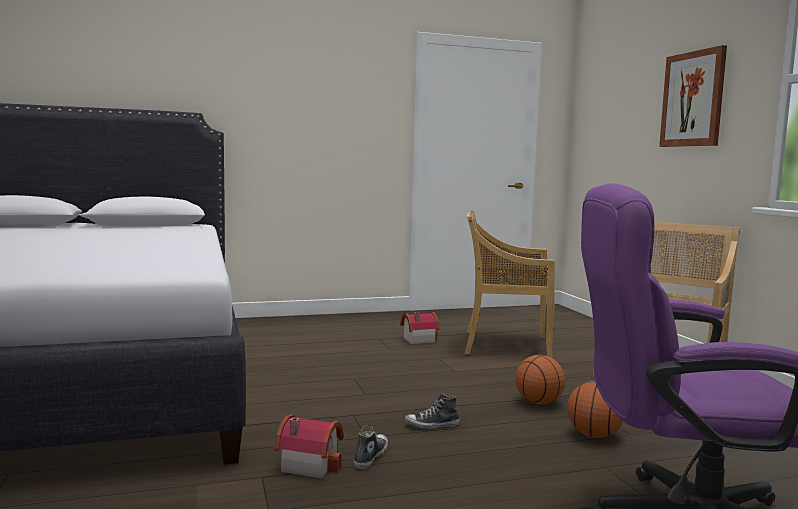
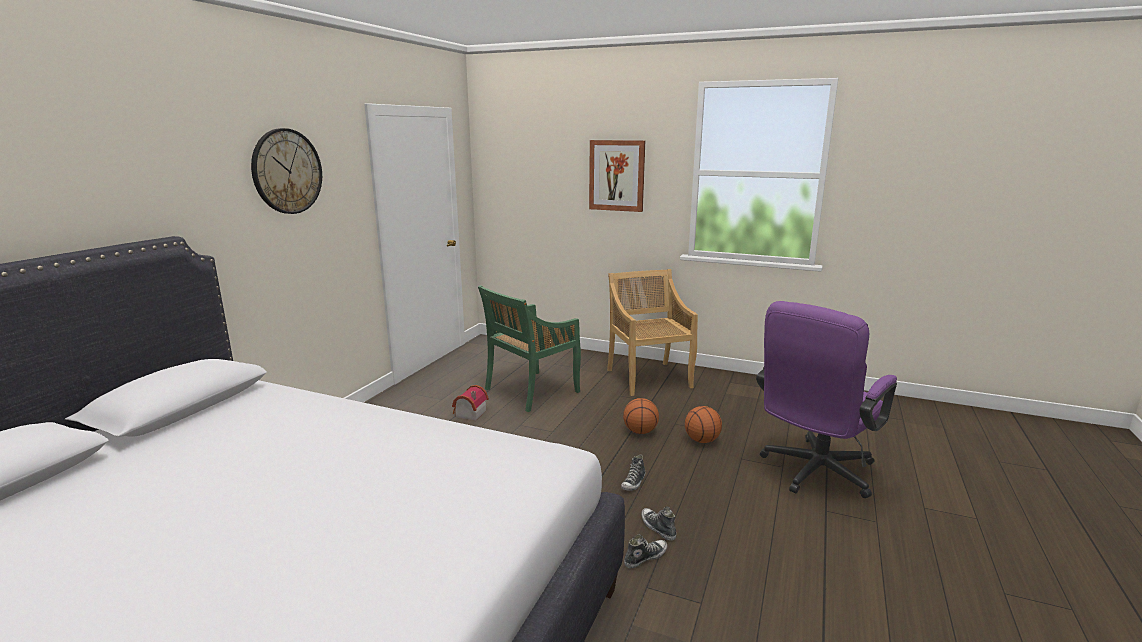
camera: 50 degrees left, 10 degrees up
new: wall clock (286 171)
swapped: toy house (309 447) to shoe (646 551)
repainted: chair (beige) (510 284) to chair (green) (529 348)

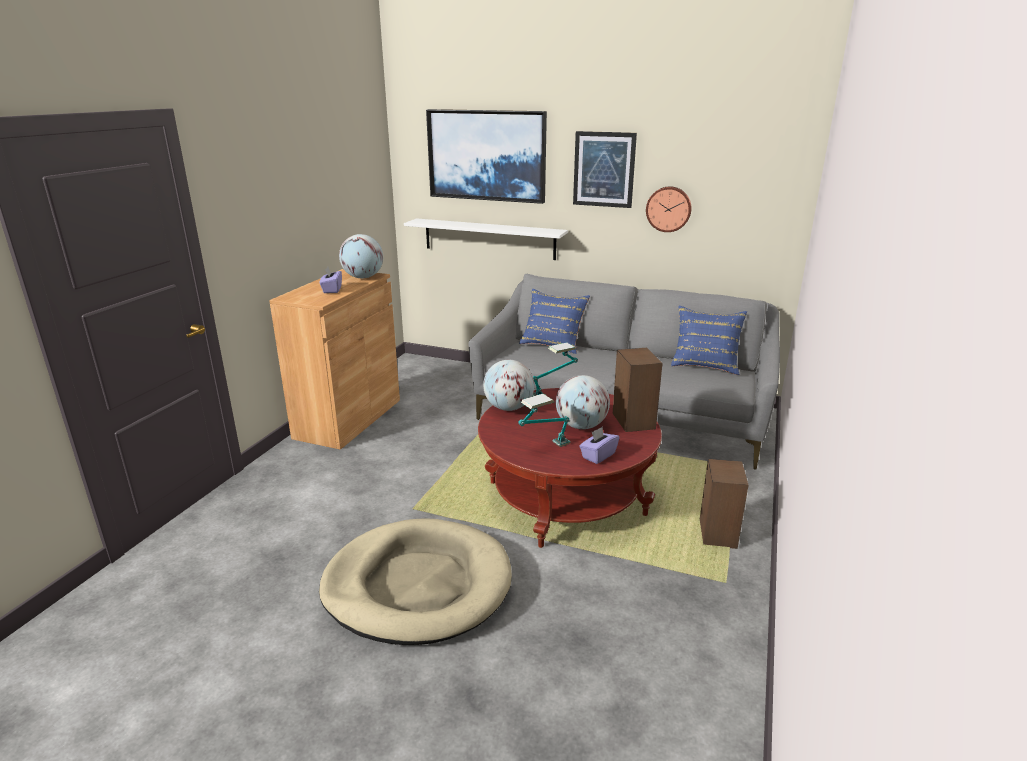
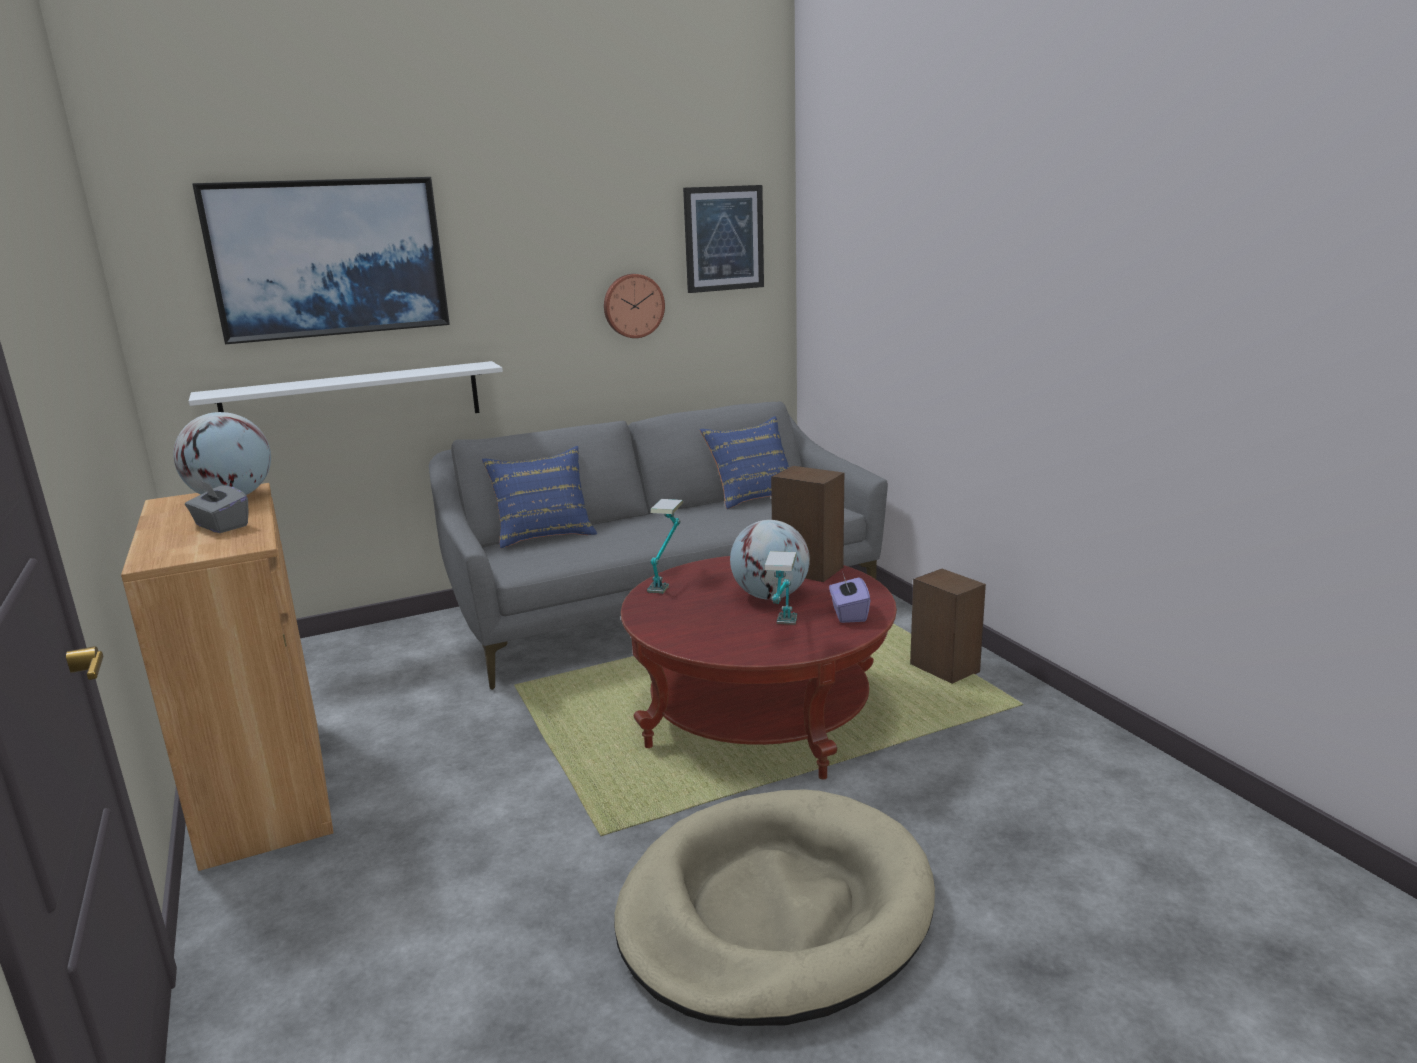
camera: 45 degrees left, 5 degrees down
gone: globe (508 385)
shifted: picture (605 169) to (723 239)
repainted: tissue box (purple) (331 280) to tissue box (grey) (217 507)

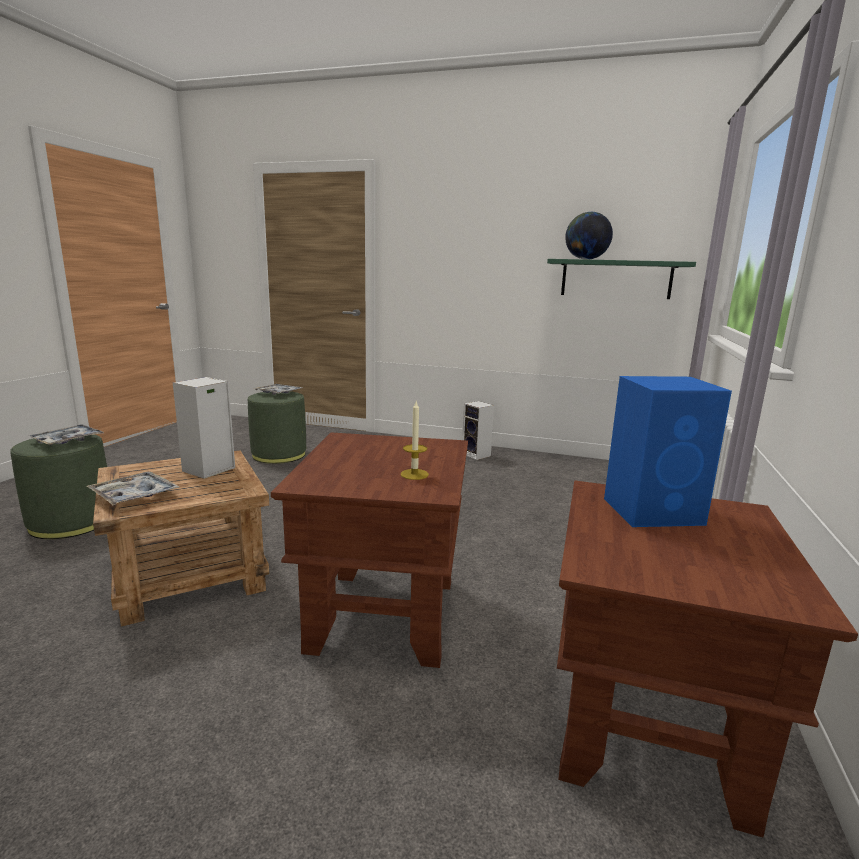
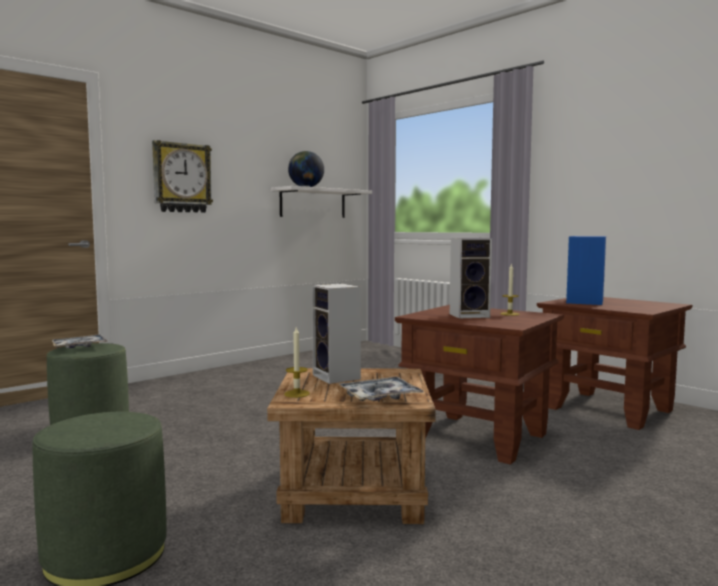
camera: 60 degrees left, 10 degrees down
gone: tray (66 434)
new: wall clock (182 176); candle (297 363)
shifted: speaker (478 430) to (471 278)
repainted: shelf (green) (621 279) to shelf (white) (321 202)

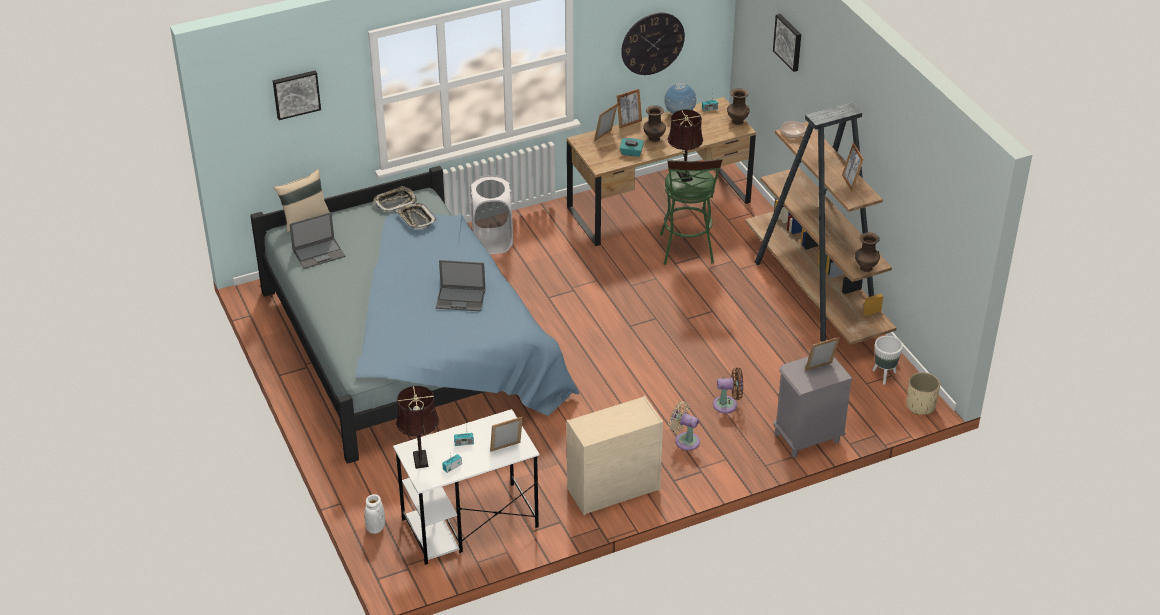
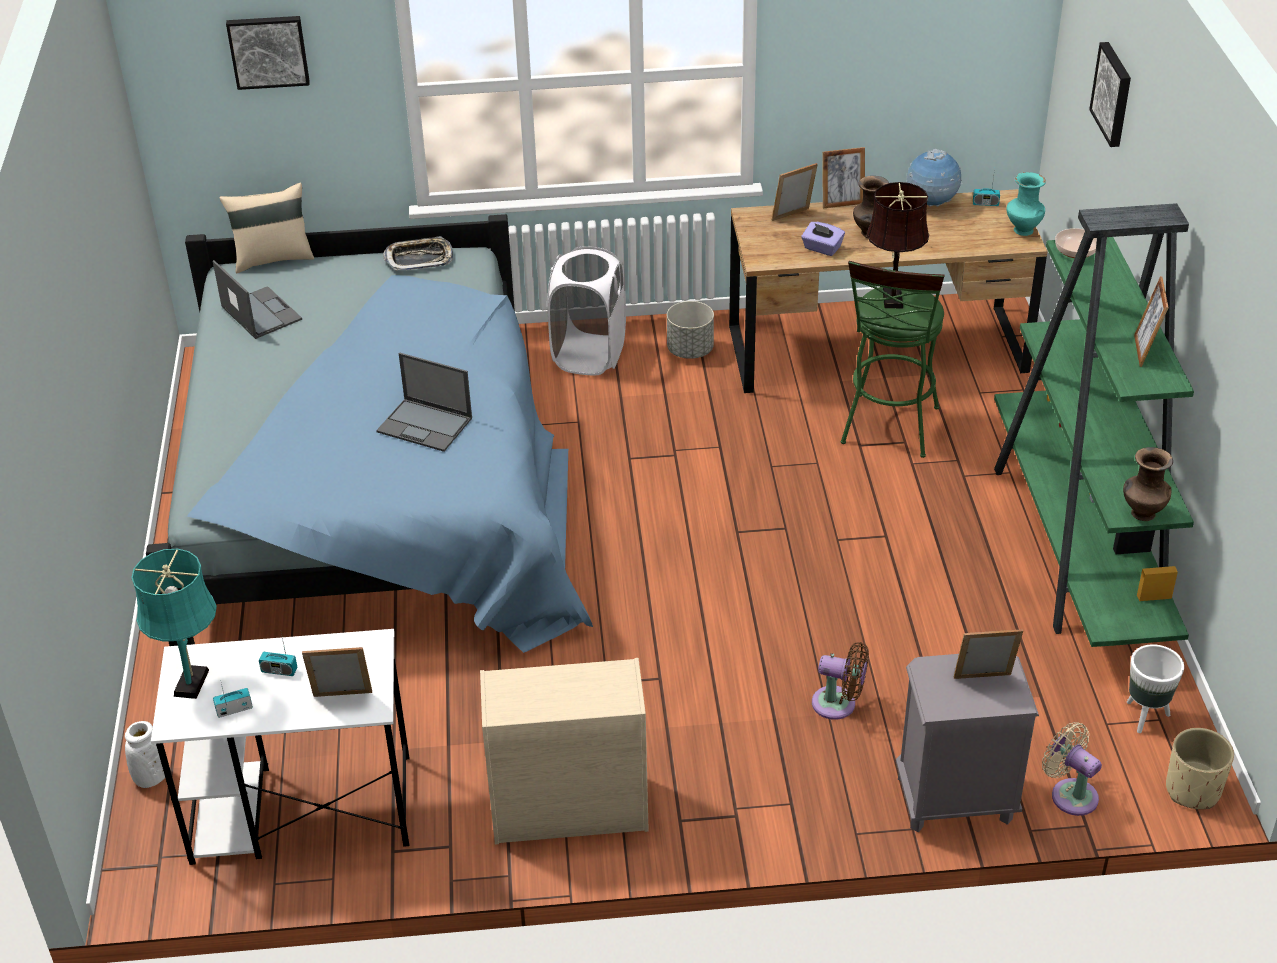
camera: 20 degrees right, 0 degrees up
gone: tray (417 216); wall clock (653 44)
new: planter (grey) (690 330)
shifted: fan (beige) (684 426) to (1072 769)
repainted: table lamp (brown) (417 427) to table lamp (turquoise) (174 624); tissue box (turquoise) (632 147) to tissue box (purple) (823 239); bookcase (brown) (821 224) to bookcase (green) (1094 425); vase (brown) (738 106) to vase (turquoise) (1026 204)
rotated: laptop (317 240) = (257 299) 120 degrees counterclockwise

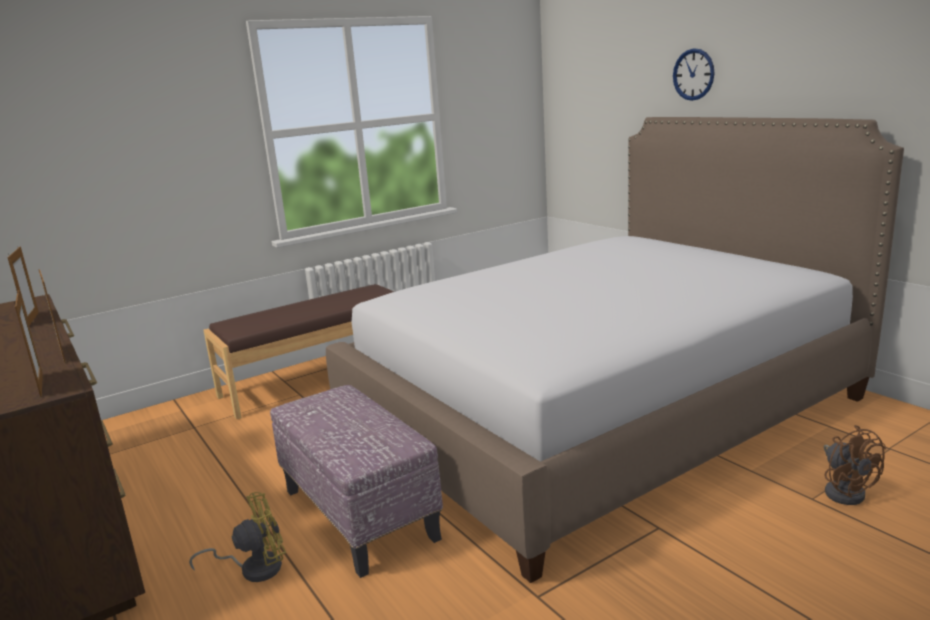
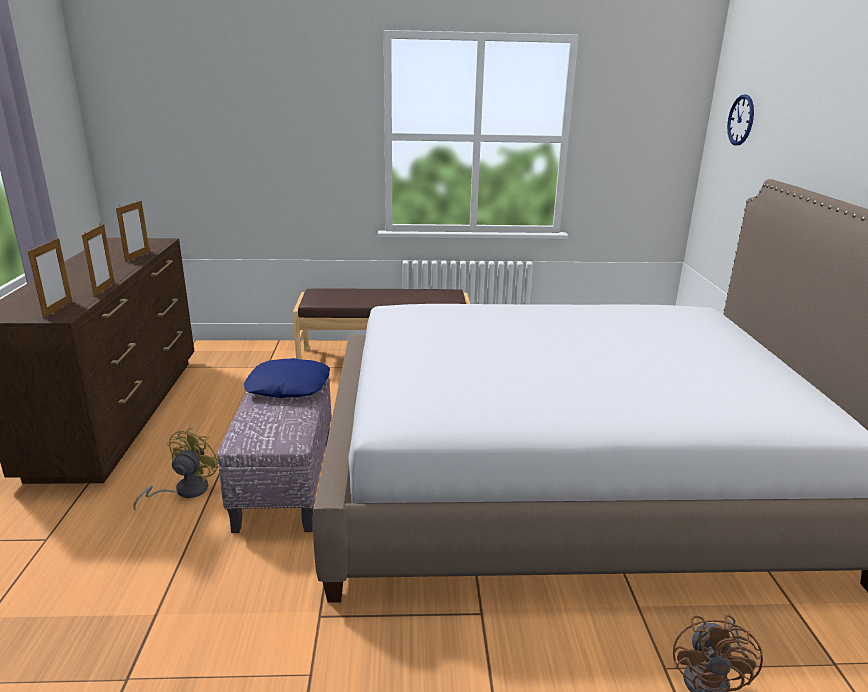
camera: 30 degrees right, 5 degrees up
new: pillow (blue) (287 378)
shifted: wall clock (694 74) to (740 120)
rotated: fan (yellow) (237 537) = (176 468) 75 degrees counterclockwise

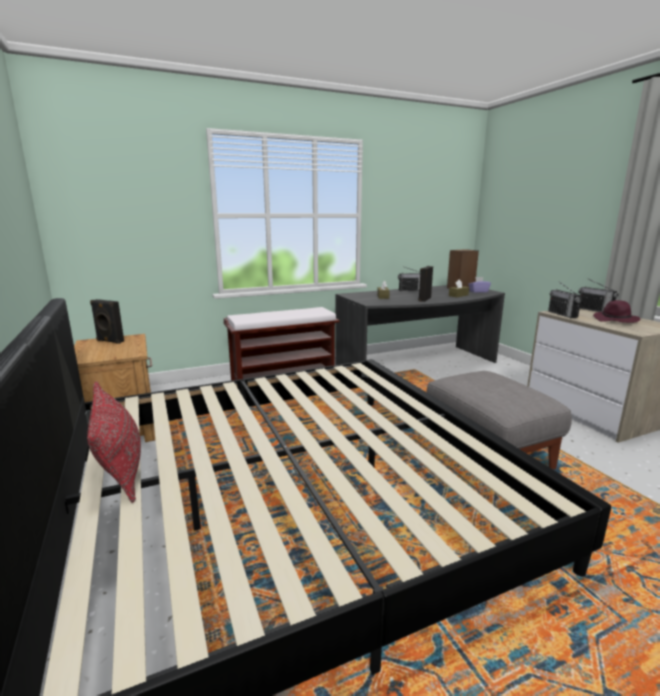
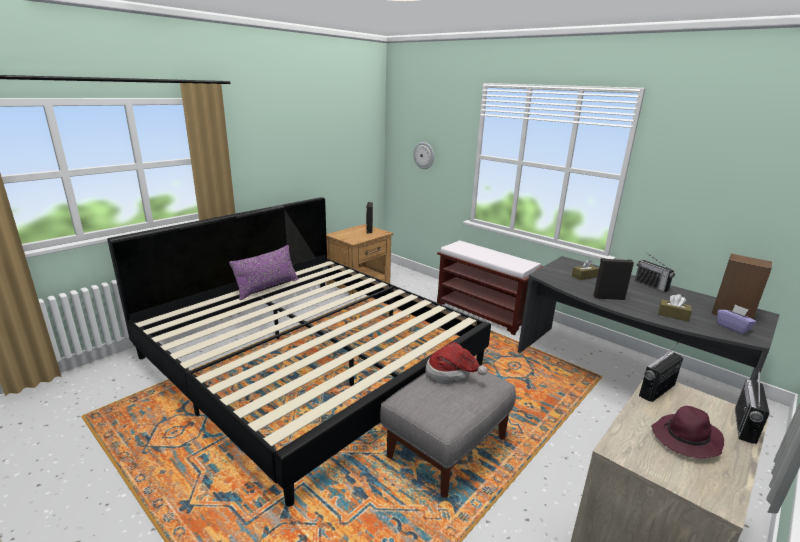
camera: 65 degrees right, 5 degrees up
new: wall clock (423 155); hat (456 363)
repainted: pillow (red) (114 442) to pillow (purple) (263 272)

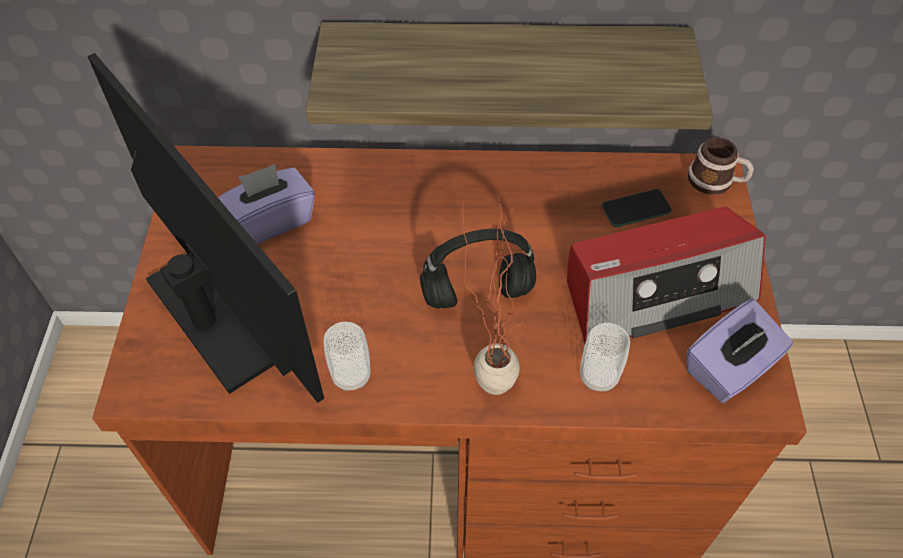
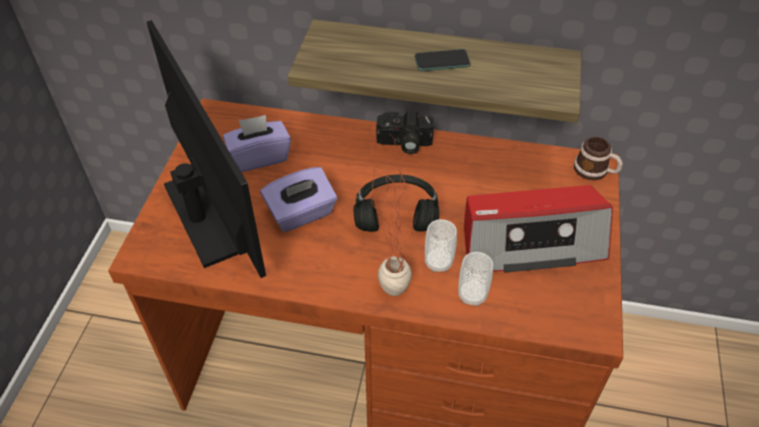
camera: 10 degrees right, 5 degrees down
new: photo camera (405 132)
shifted: tissue box (purple) (739 351) to (299 199); phone (636 208) to (442 60); cup (346 356) to (441 245)

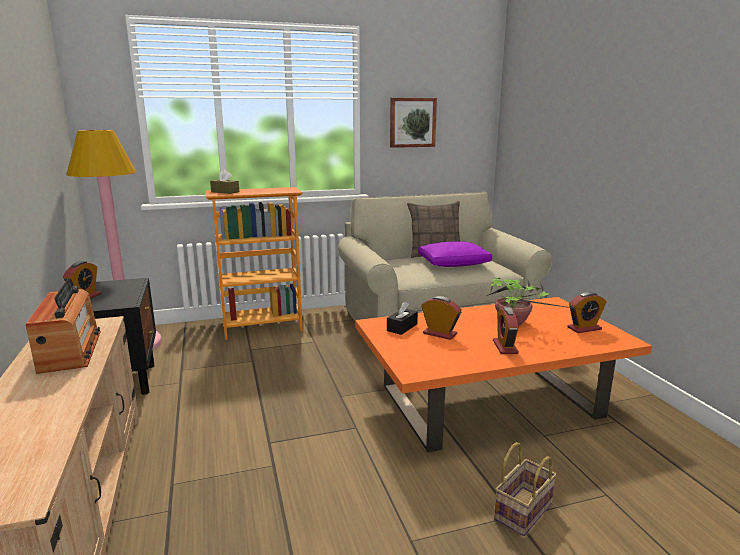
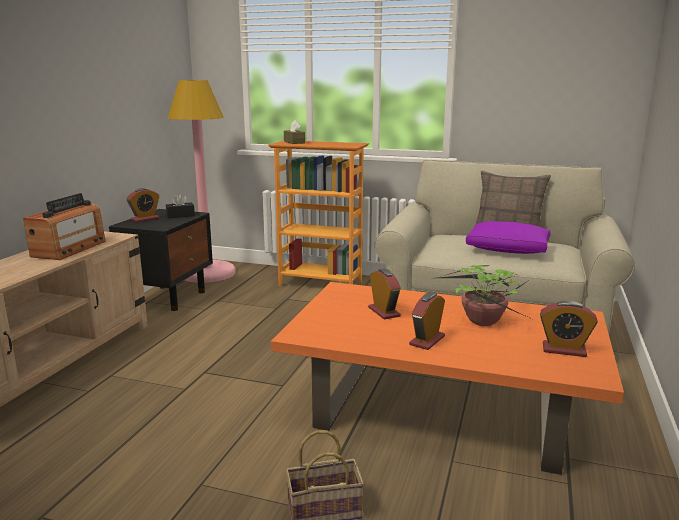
camera: 35 degrees right, 0 degrees up
gone: picture (413 123)
shifted: tissue box (black) (402 318) to (180 206)

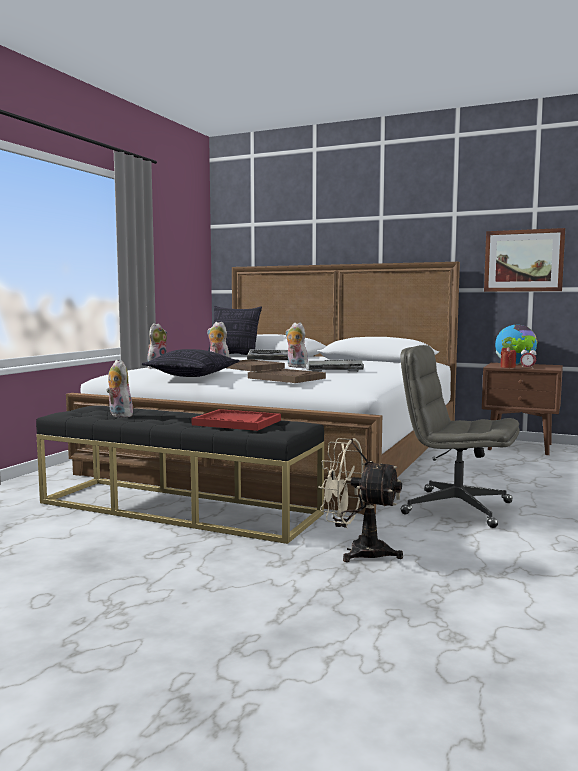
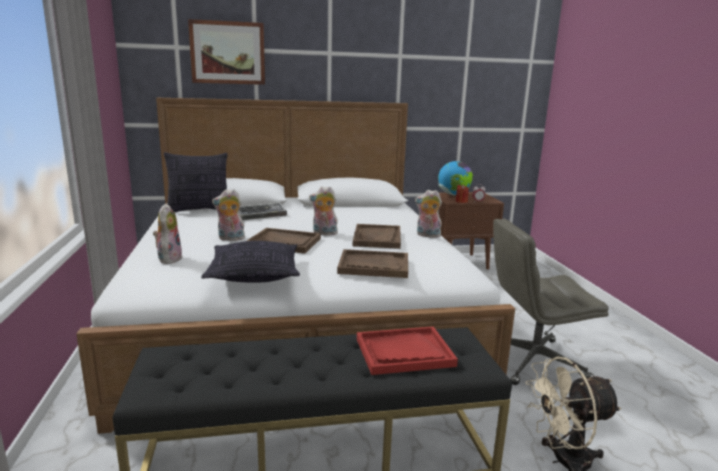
camera: 35 degrees left, 10 degrees up
shifted: picture (524 260) to (226 52); plush toy (119 389) to (428 214)
swapped: keyboard (335 366) to tray (brown) (377 236)

